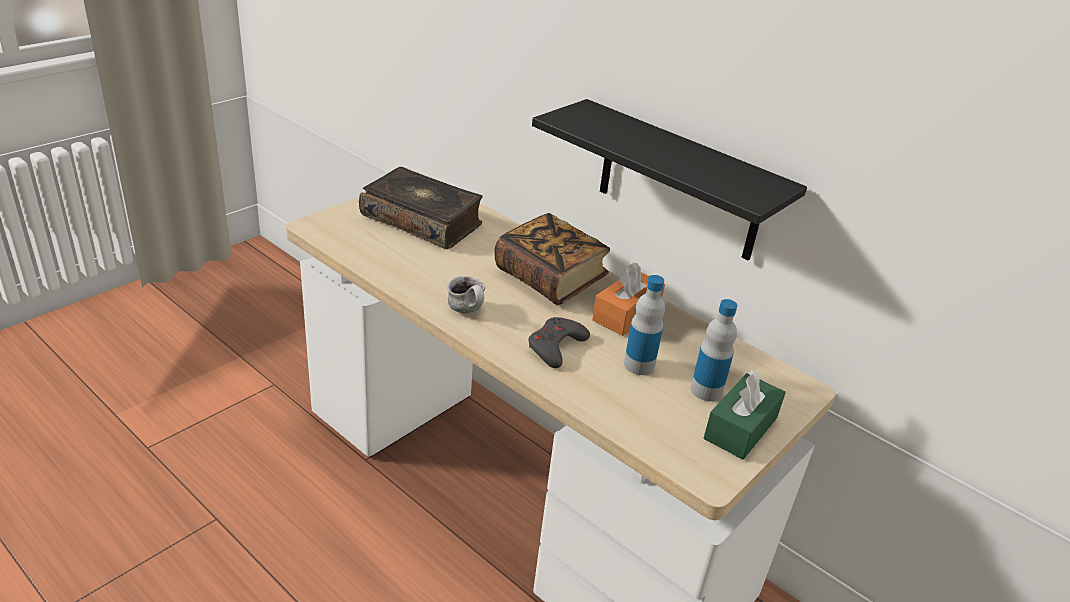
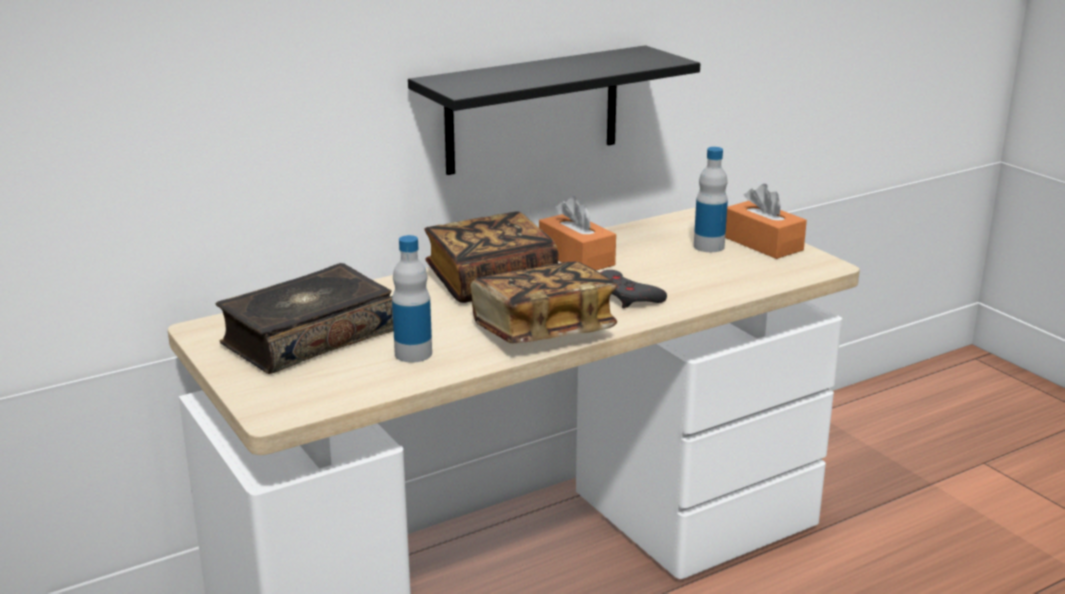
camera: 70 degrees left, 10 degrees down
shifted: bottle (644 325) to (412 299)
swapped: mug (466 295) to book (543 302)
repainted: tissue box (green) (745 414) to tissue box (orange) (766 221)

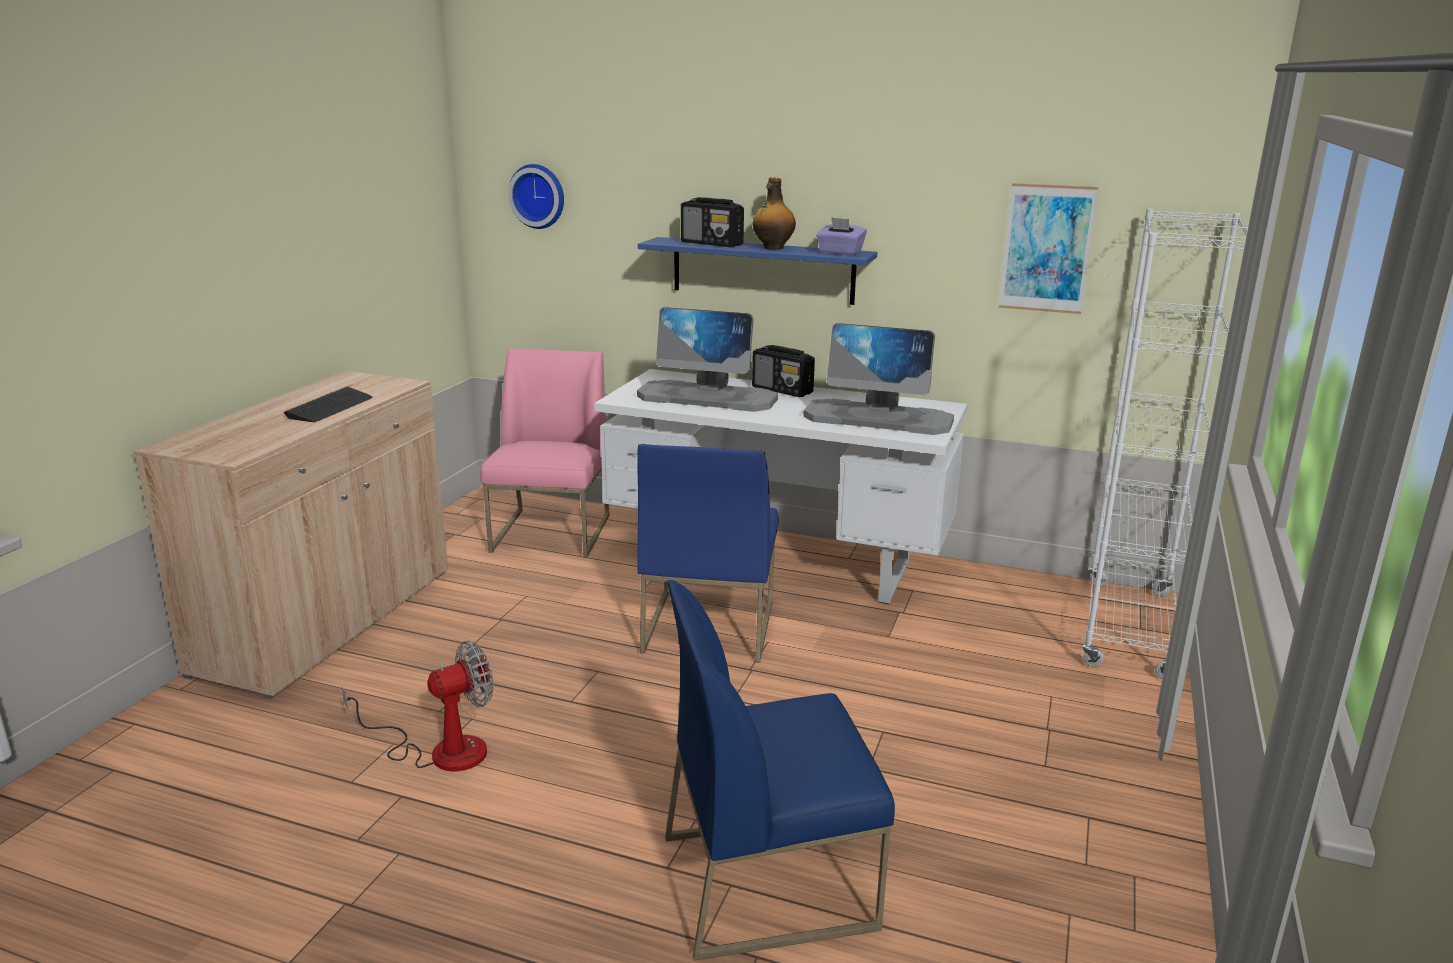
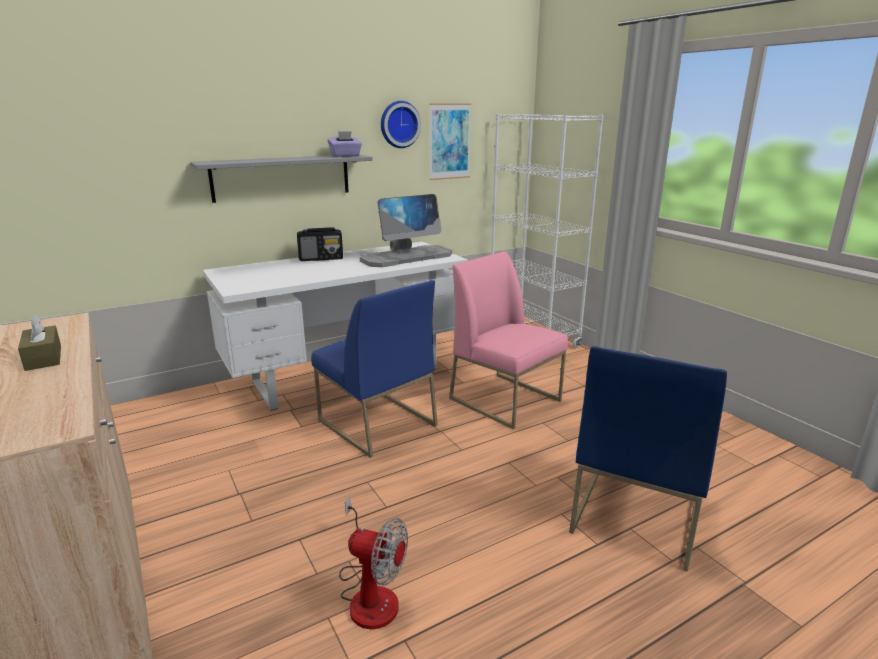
camera: 50 degrees left, 0 degrees up
gone: monitor (707 359); radio (712 222); bottle (774 213)
shifted: wall clock (536 196) to (401 124); chair (pink) (545 453) to (508 340)
swapped: keyboard (328 404) to tissue box (brown) (39 342)
repainted: shelf (blue) (757 271) to shelf (grey) (281 179)
rotated: fan (417 706) = (373 563) 105 degrees clockwise

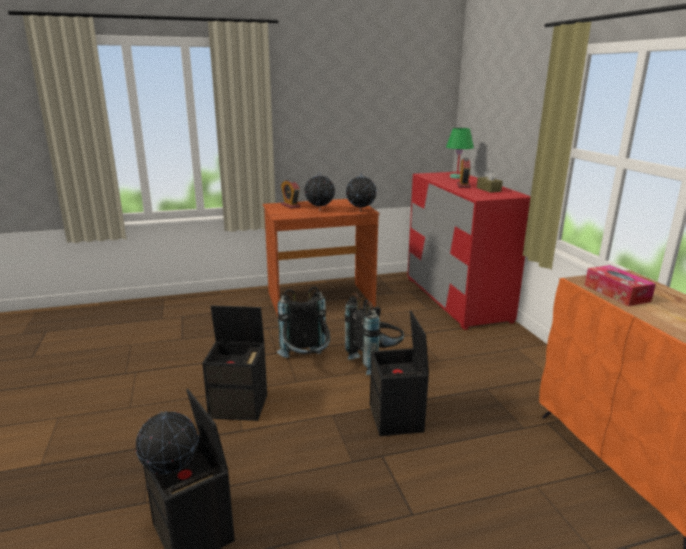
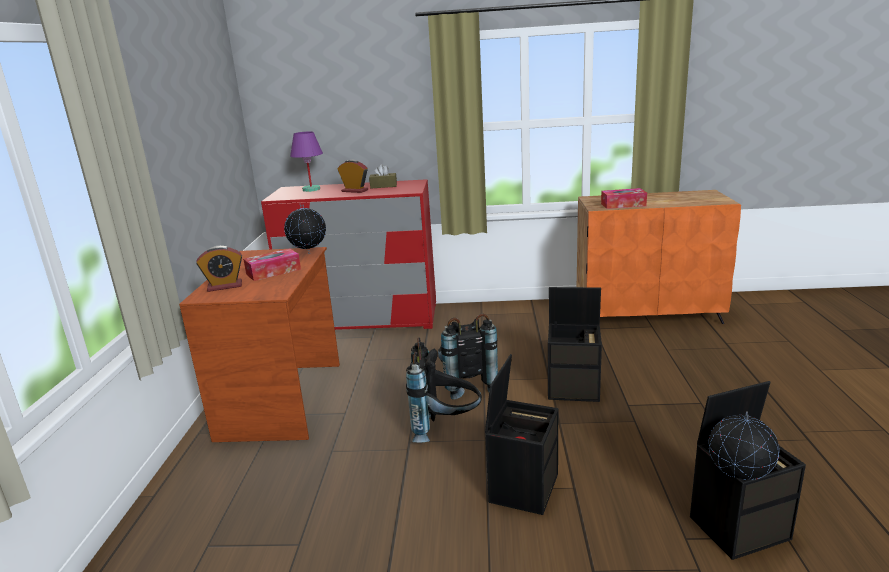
camera: 70 degrees left, 0 degrees up
swapped: globe (320 191) to tissue box (272 264)
repainted: table lamp (green) (460 153) to table lamp (purple) (306 161)

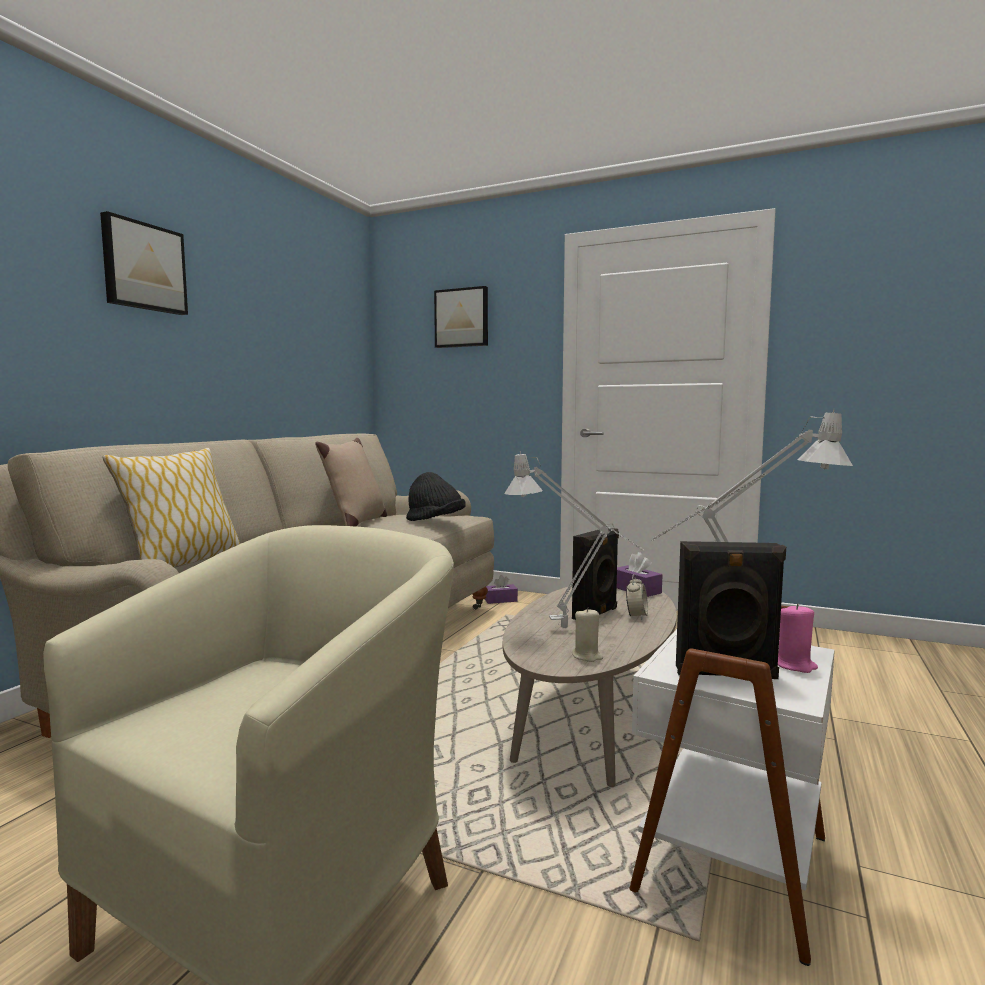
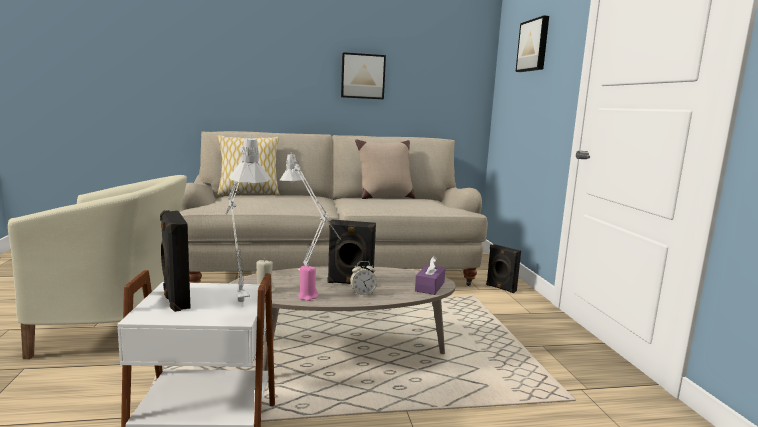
camera: 55 degrees right, 5 degrees up
gone: hat (black) (436 496)
shifted: candle (pink) (798 638) to (308 282); picture (144 263) to (363 75)
swapped: tissue box (purple) (501 589) to speaker (black) (503 268)

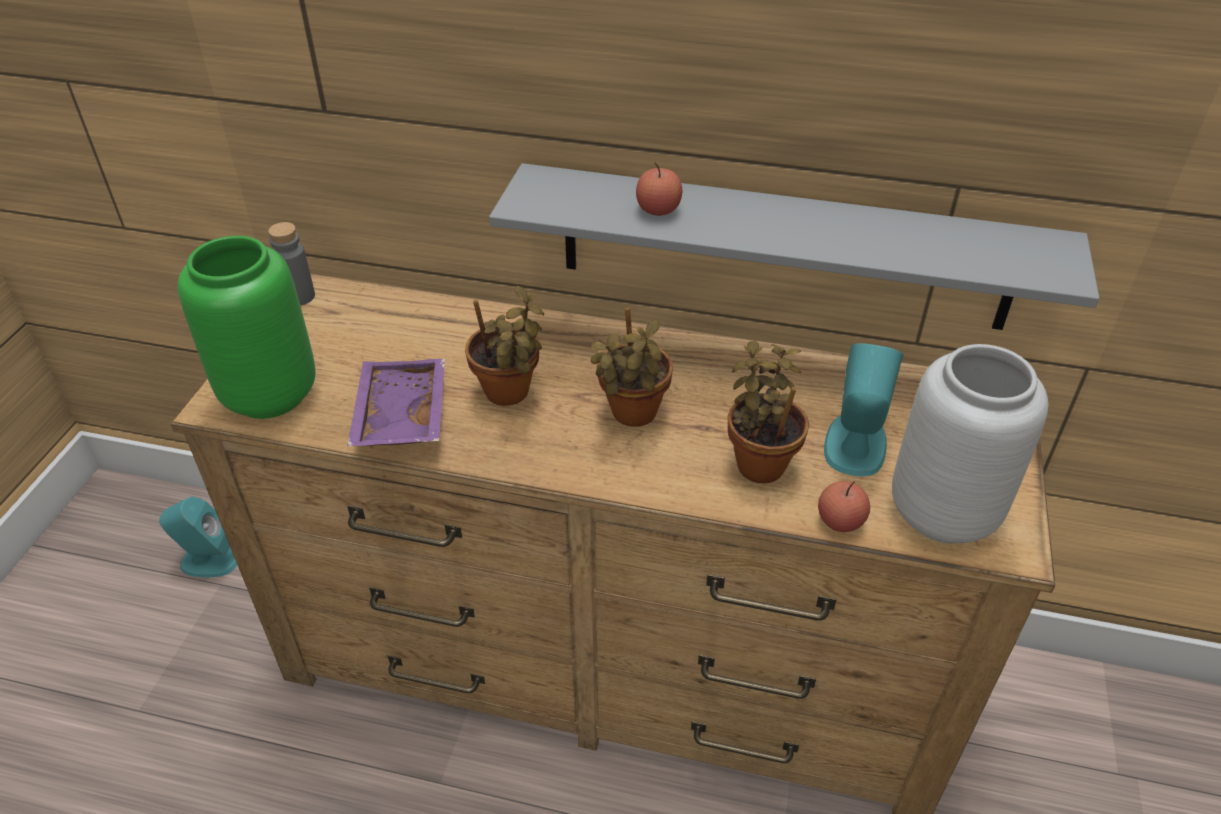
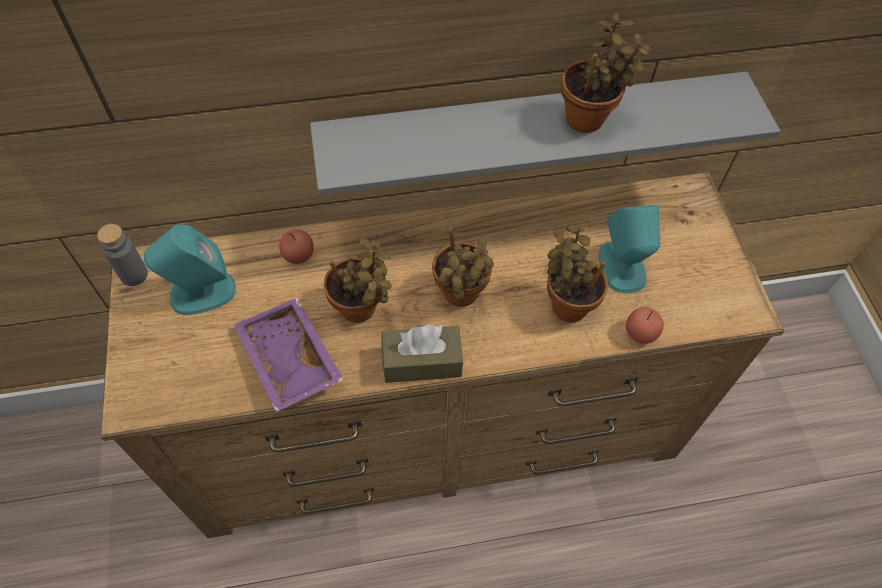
camera: 25 degrees left, 15 degrees up
gone: vase (green) (247 327); vase (grey) (970 444)
new: tissue box (brown) (422 353); potted plant (606 73)
shifted: speaker (turquoise) (198 537) to (190 269); apple (659 189) to (296 246)

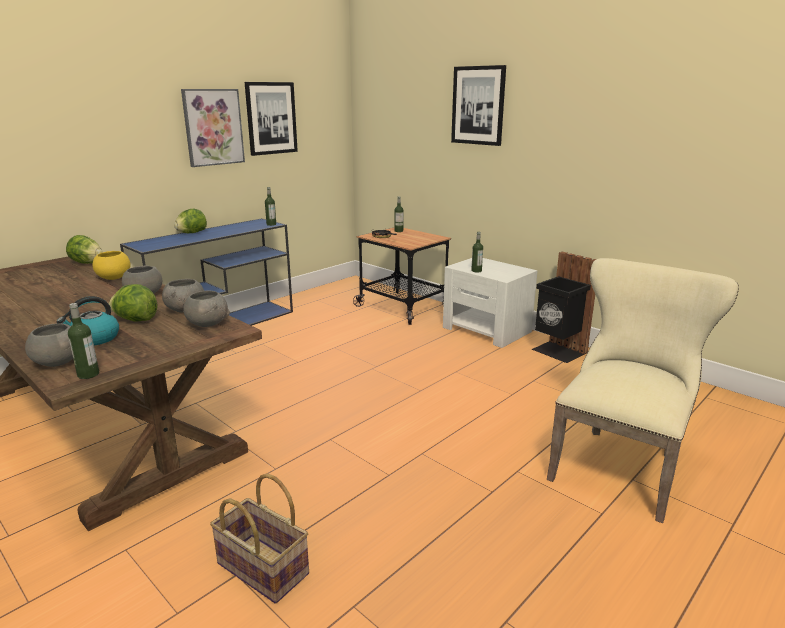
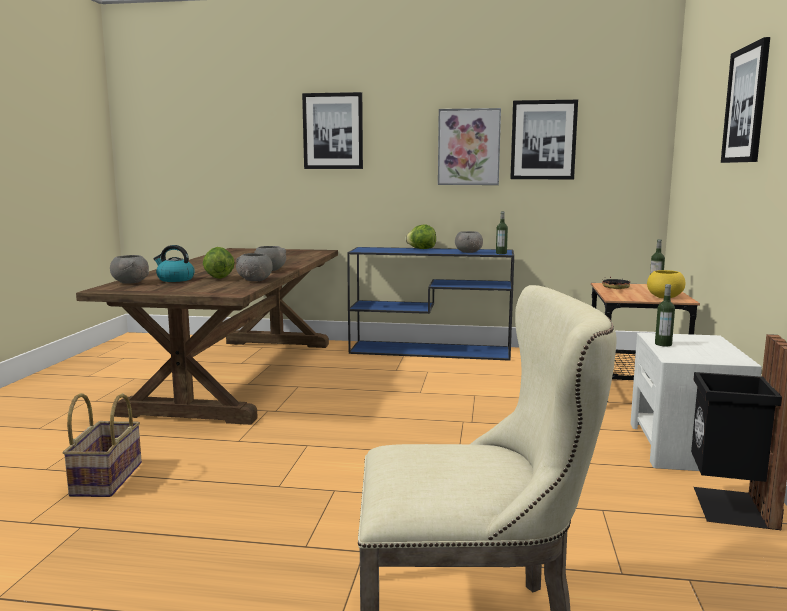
camera: 55 degrees right, 10 degrees down
gone: lettuce (84 249); bottle (83 341)
new: picture (332 130)
shifted: bowl (grey) (206 309) to (469 242); bowl (yellow) (112 265) to (666 284)

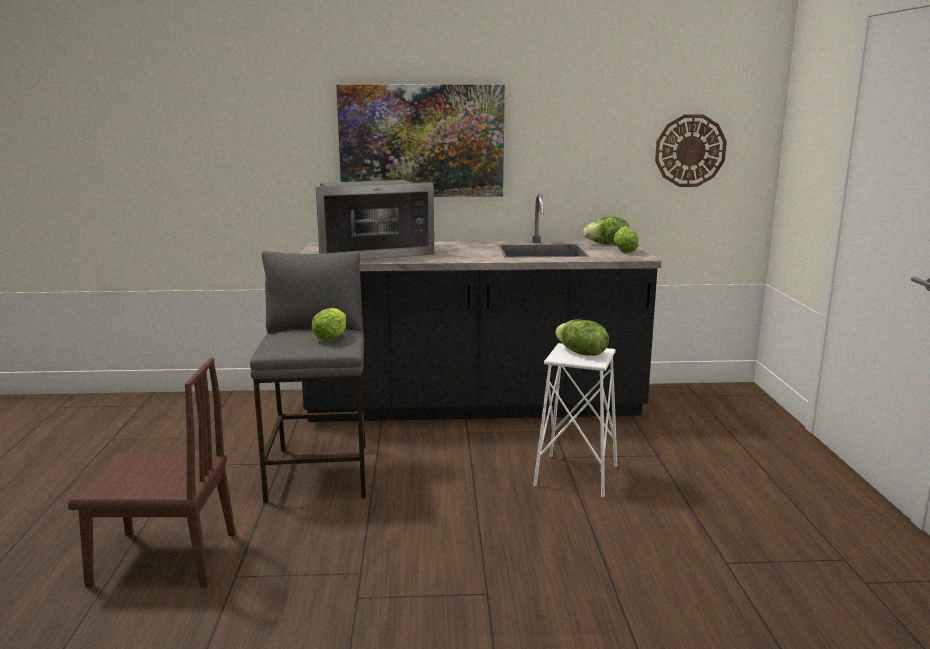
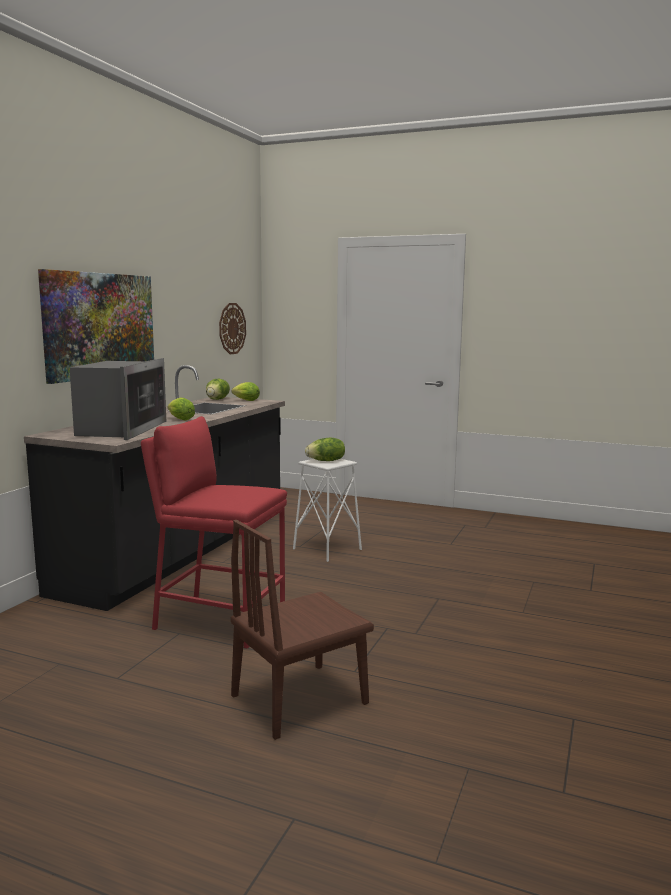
camera: 65 degrees left, 5 degrees down
shifted: lettuce (328 324) to (181 409)
repainted: stool (grey) (308 377) to stool (red) (214 532)
rotated: chair (brown) (152 473) = (302 630) 150 degrees counterclockwise

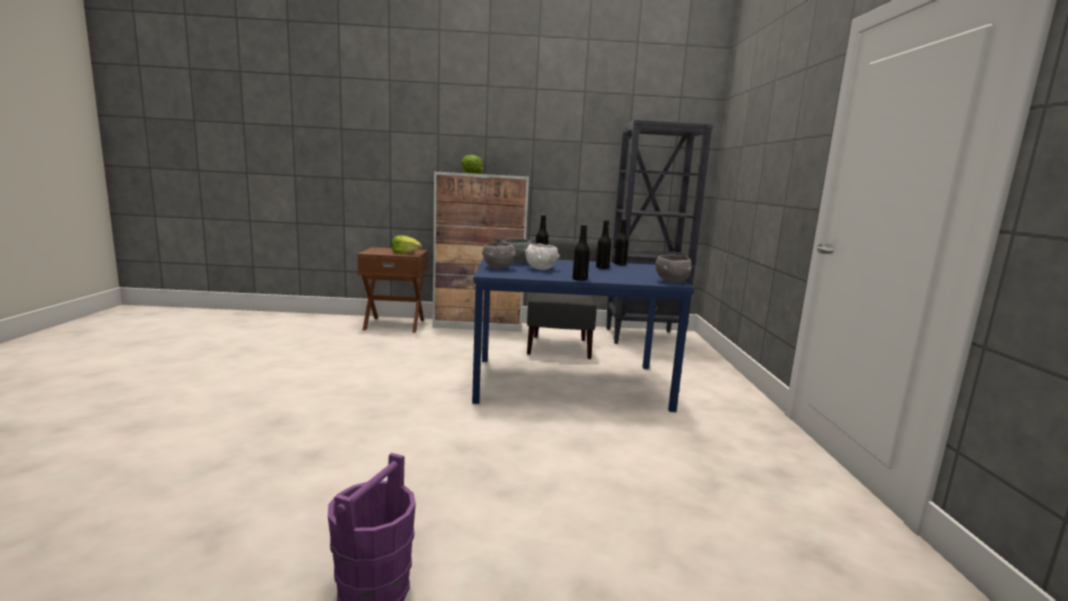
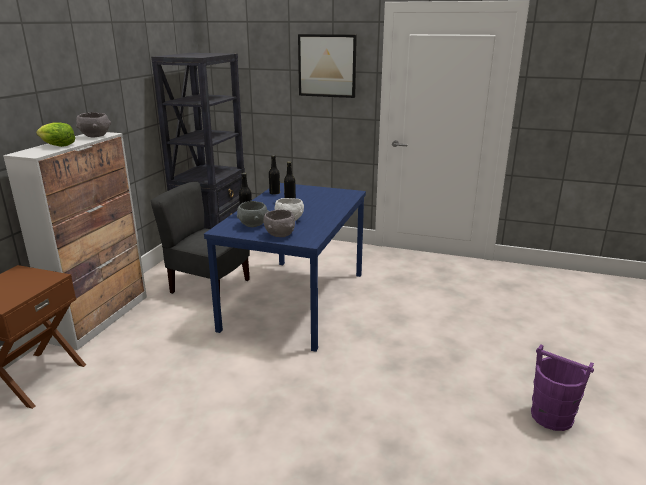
camera: 70 degrees left, 10 degrees up
gone: lettuce (406 244); bottle (black) (581 252)
new: picture (327 66)
shifted: bowl (grey) (674 268) to (93 124)

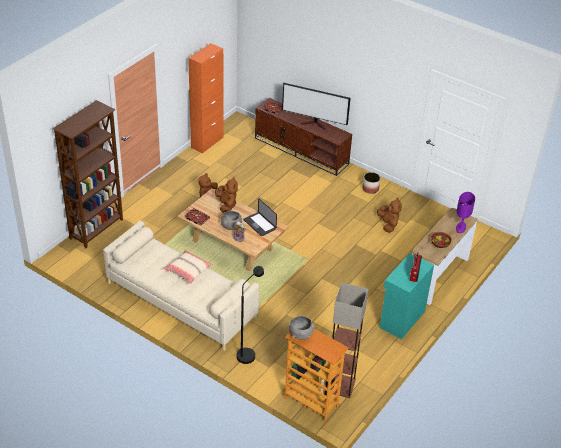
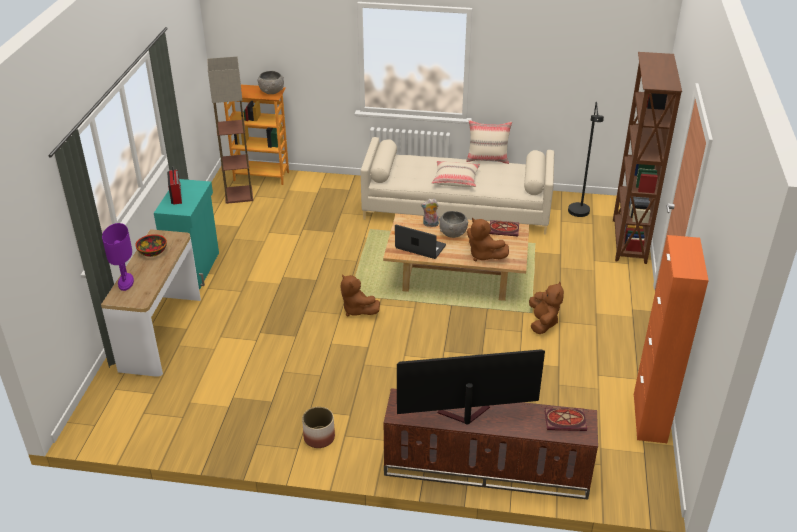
camera: 155 degrees right, 5 degrees down
new: pillow (beige) (489 142)
shifted: plush toy (brown) (389 215) to (360 295); floor lamp (black) (250 315) to (586 159)

